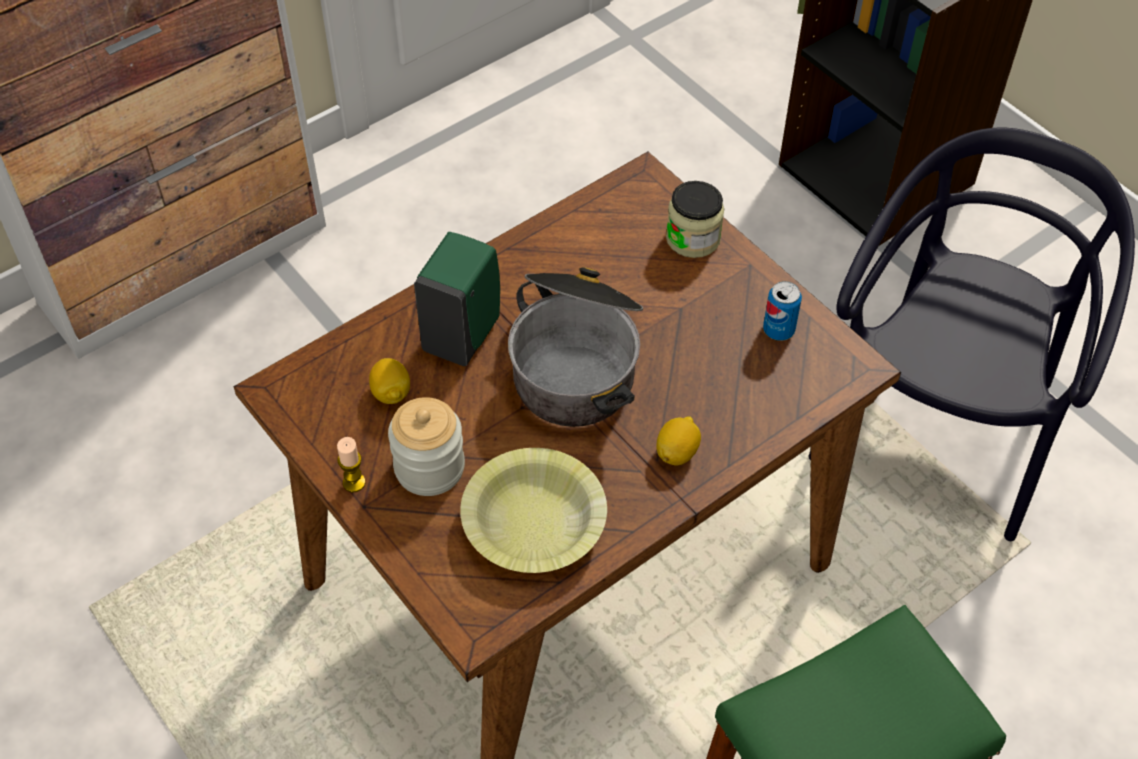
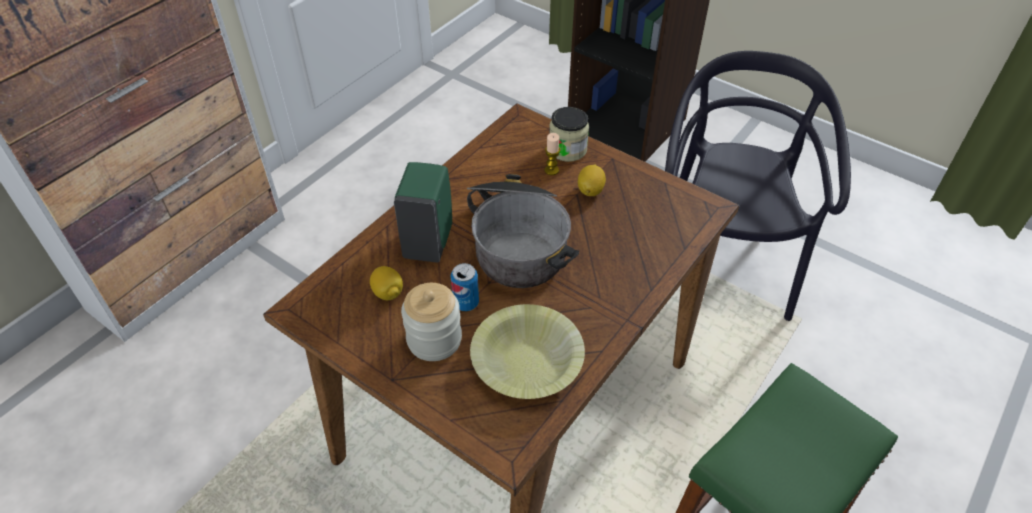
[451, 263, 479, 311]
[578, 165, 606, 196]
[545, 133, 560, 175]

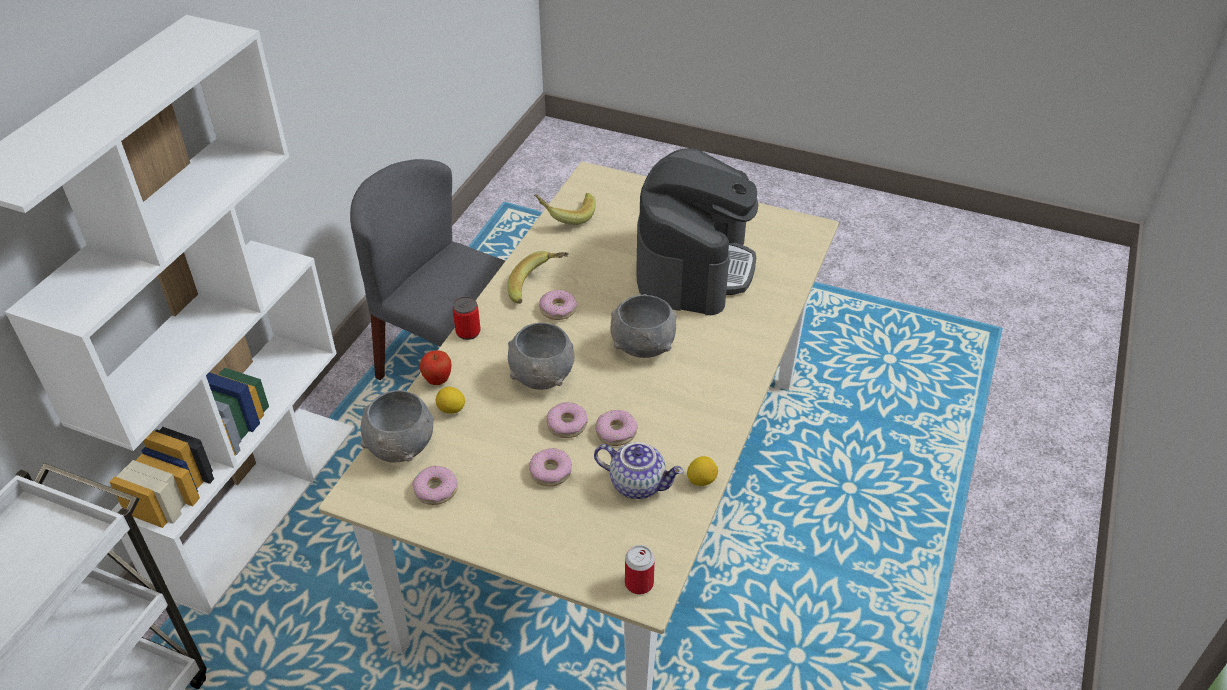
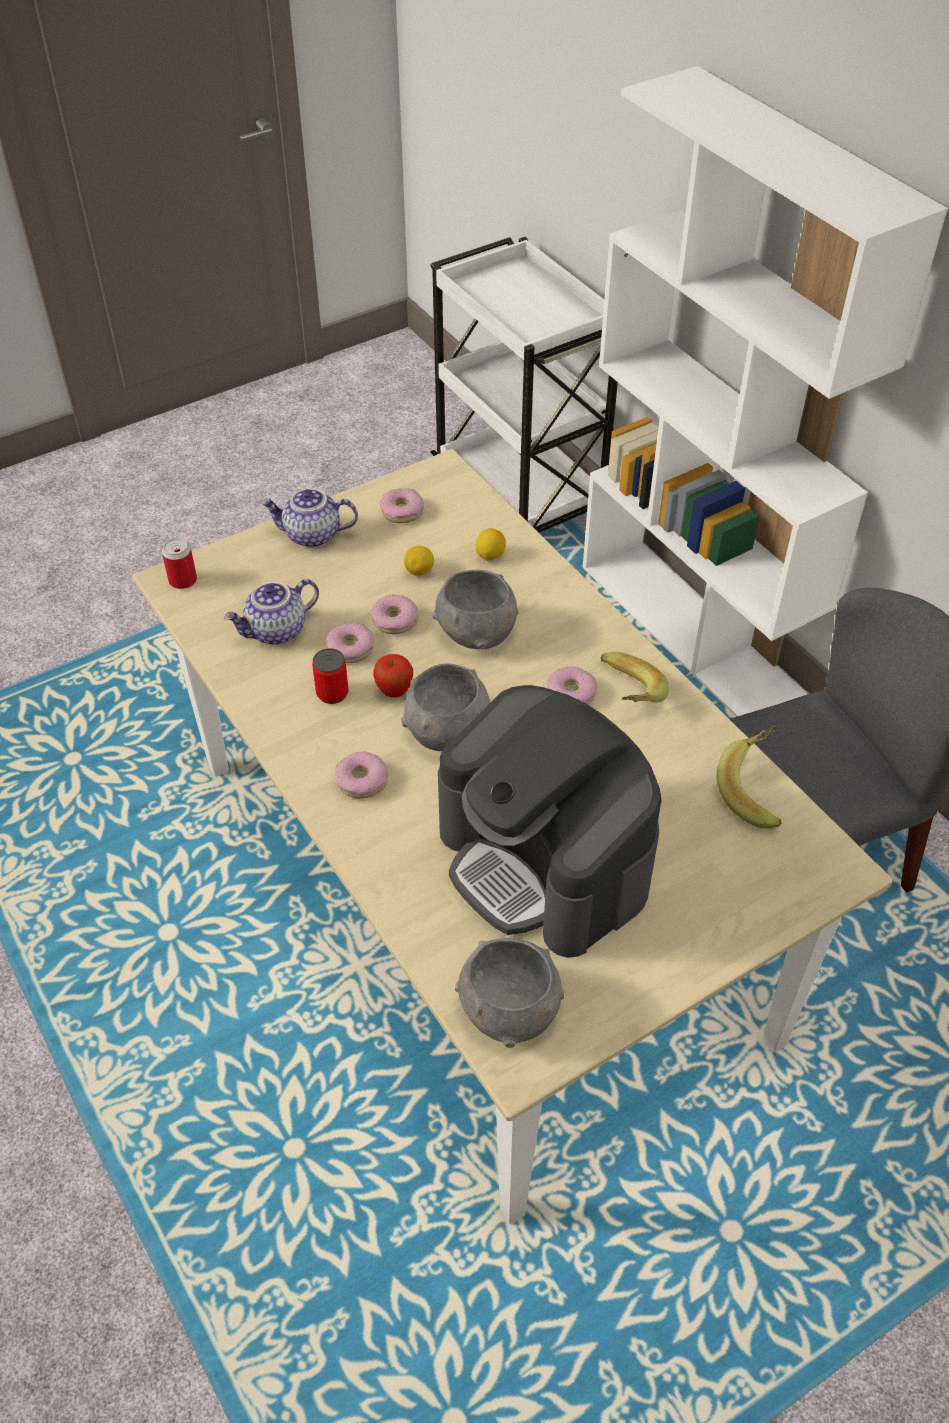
[312, 648, 349, 704]
[373, 654, 413, 697]
[455, 938, 564, 1048]
[335, 751, 388, 798]
[404, 546, 434, 576]
[261, 488, 358, 548]

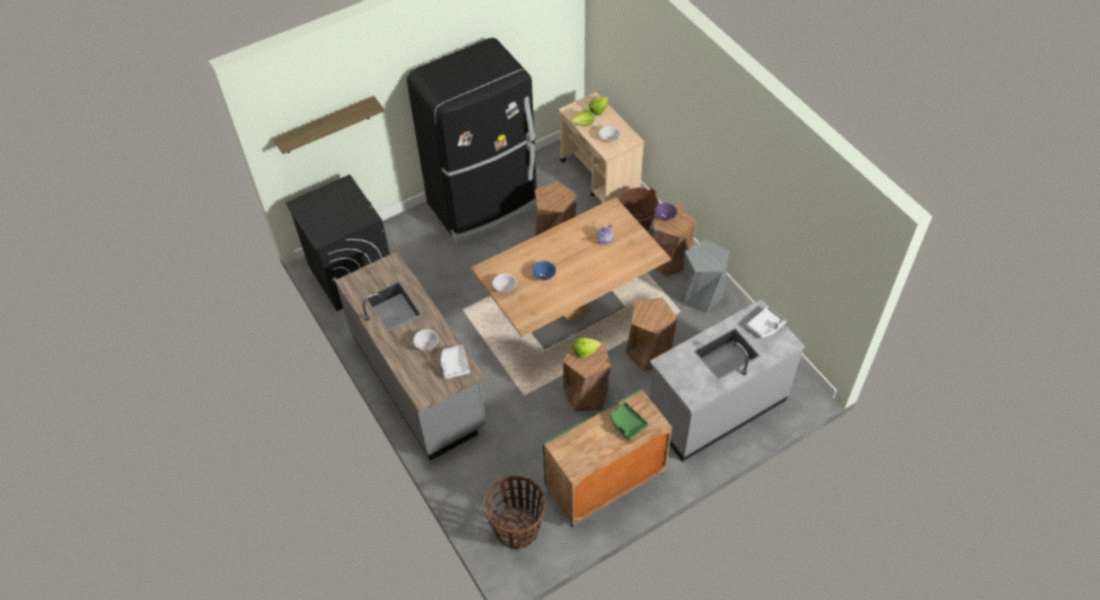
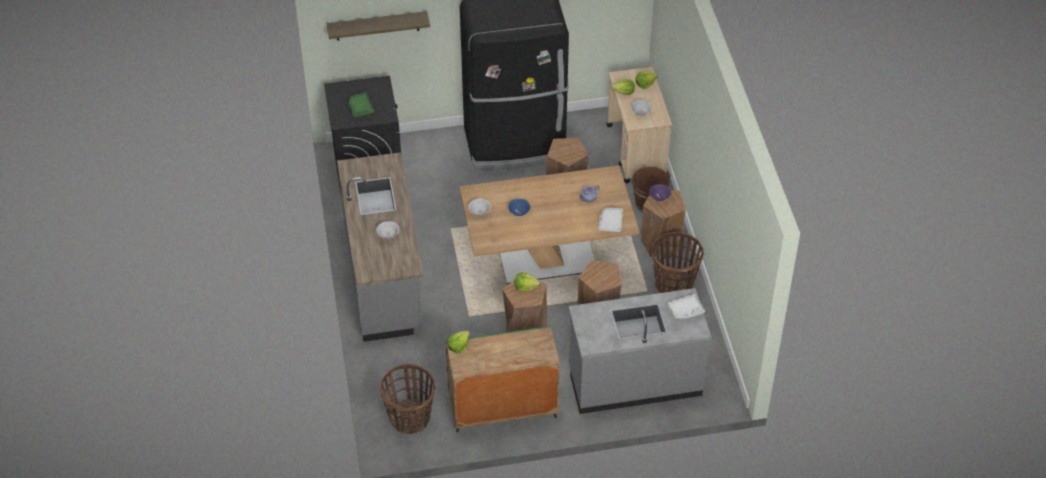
[652, 232, 704, 293]
[598, 207, 623, 232]
[349, 92, 374, 117]
[447, 331, 470, 353]

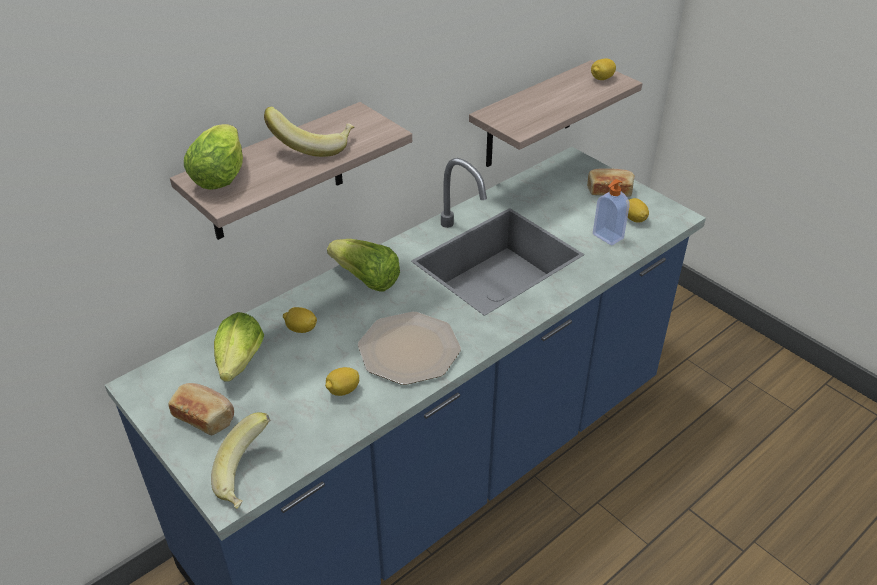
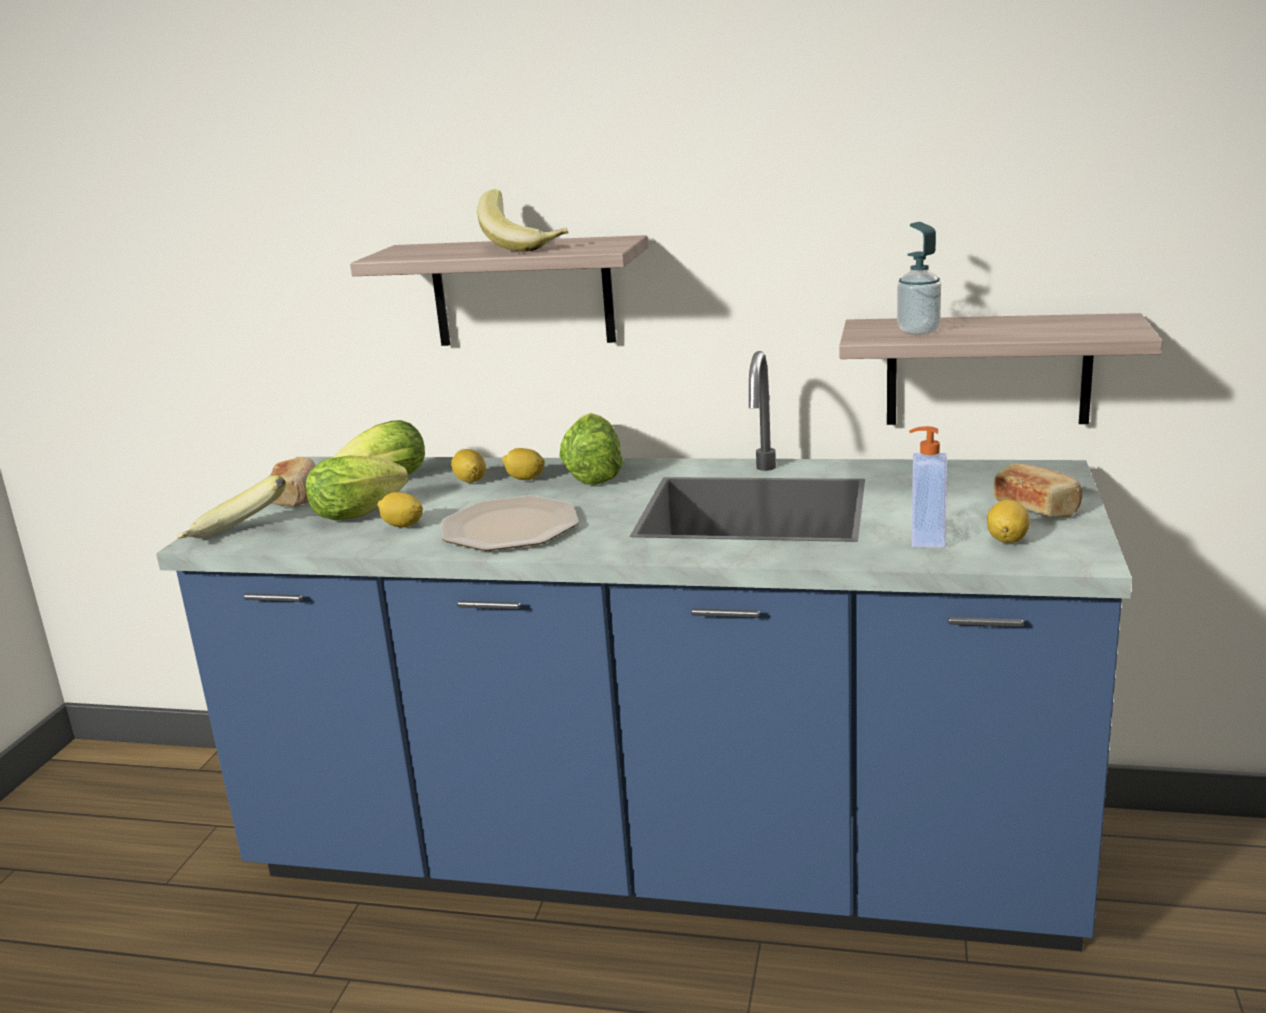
[502, 448, 545, 480]
[306, 455, 408, 520]
[897, 222, 941, 335]

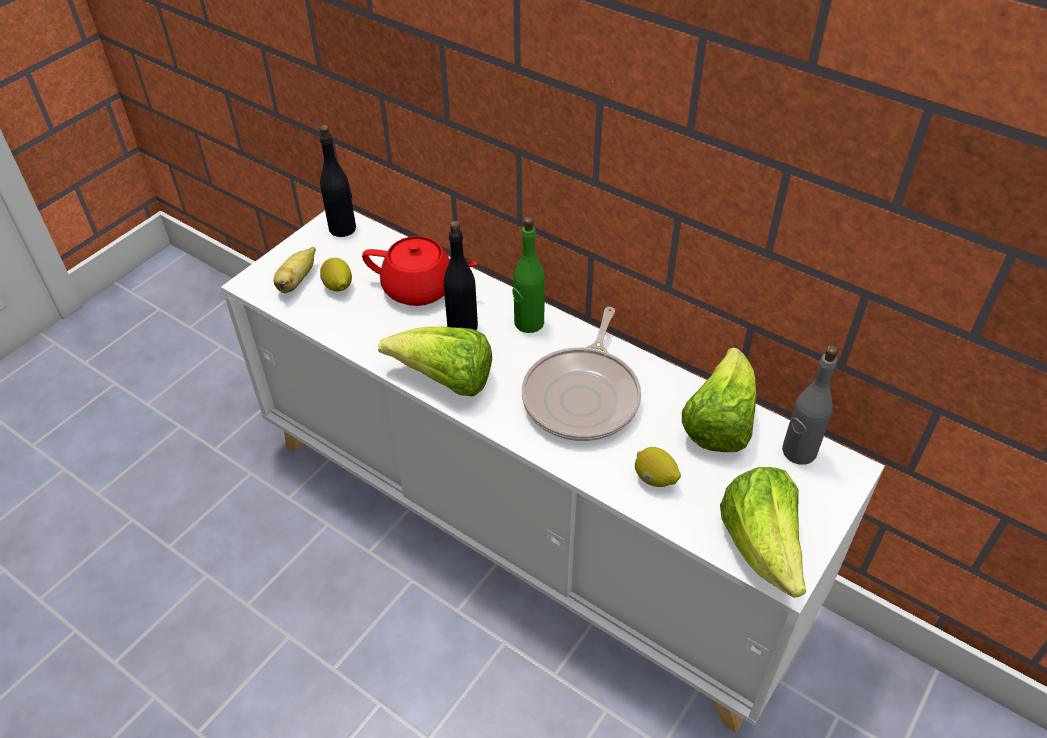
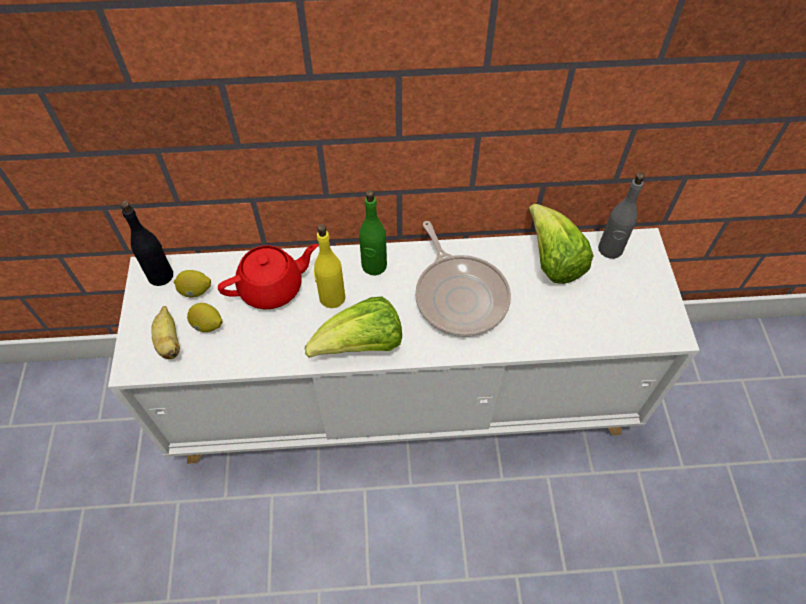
[314, 224, 345, 308]
[174, 270, 211, 297]
[720, 467, 806, 598] (first image)

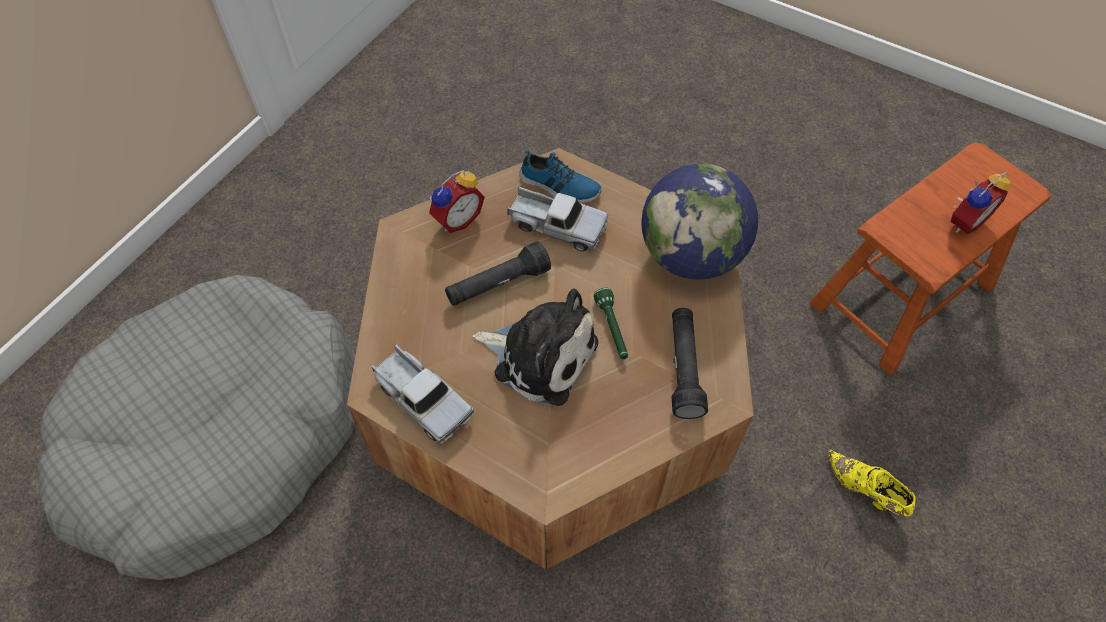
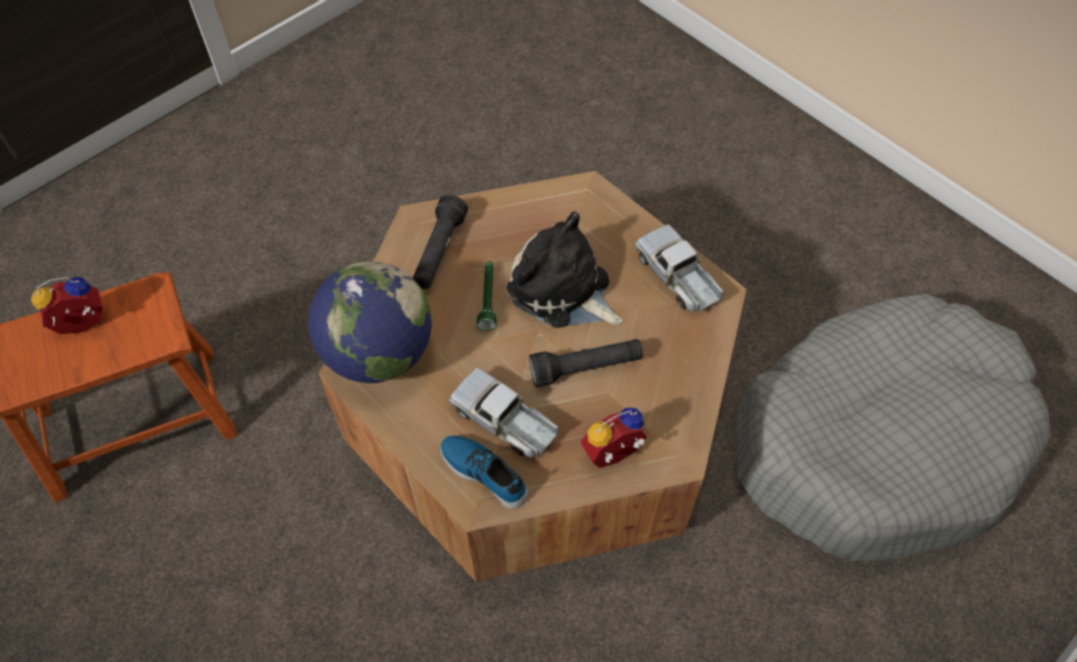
[828, 449, 916, 516] (first image)

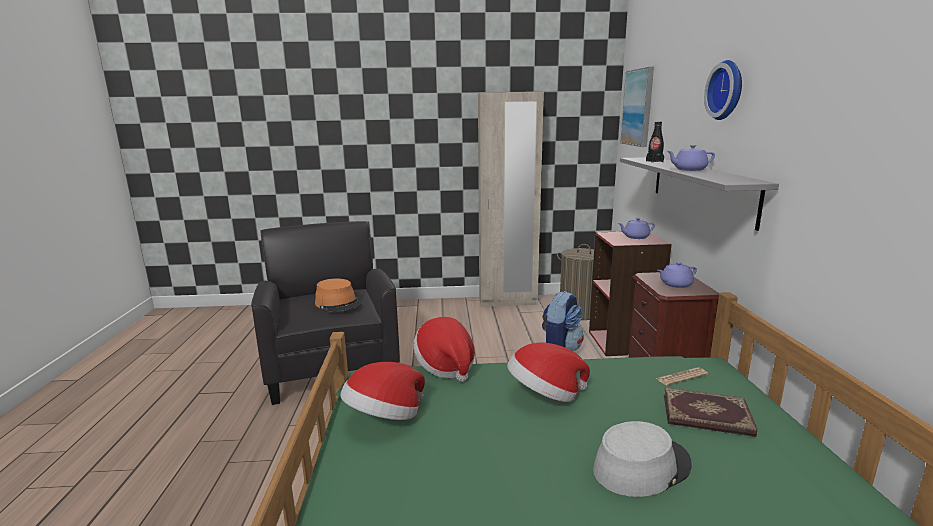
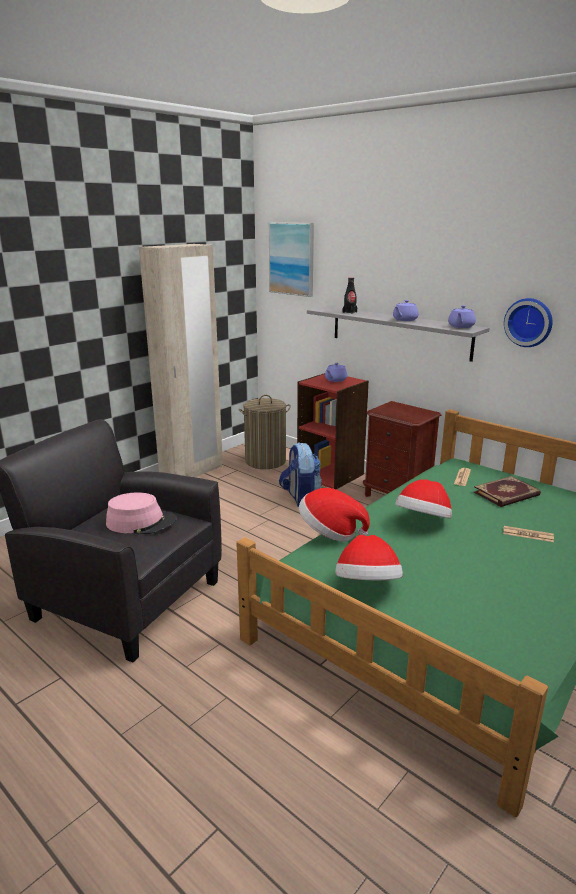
[504, 298, 553, 347]
[448, 305, 476, 328]
[106, 492, 177, 534]
[503, 526, 554, 542]

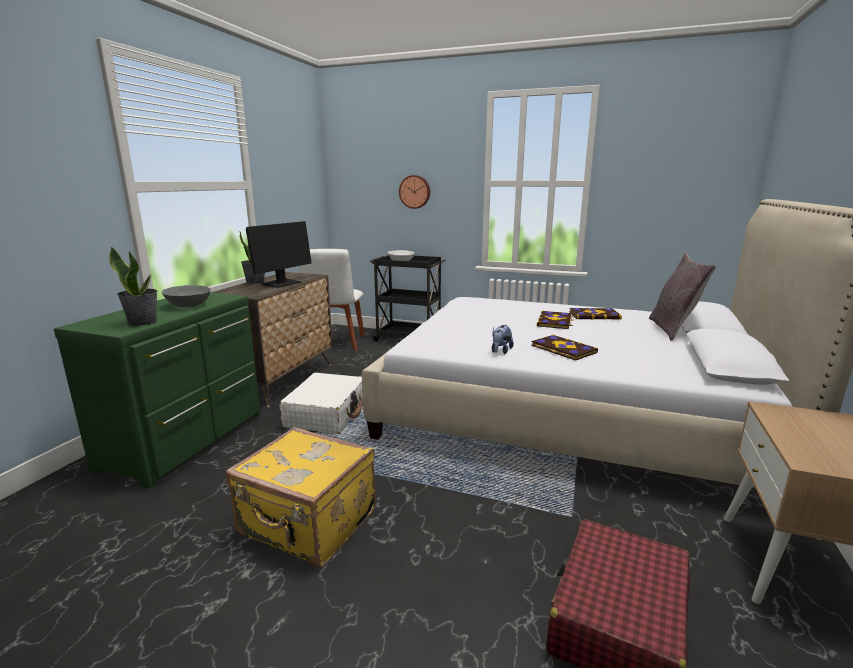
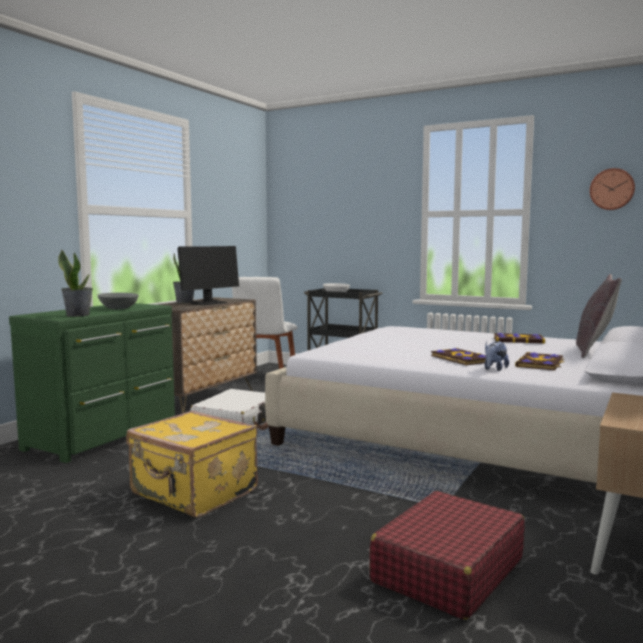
[590, 168, 635, 210]
[515, 352, 565, 370]
[484, 341, 509, 371]

